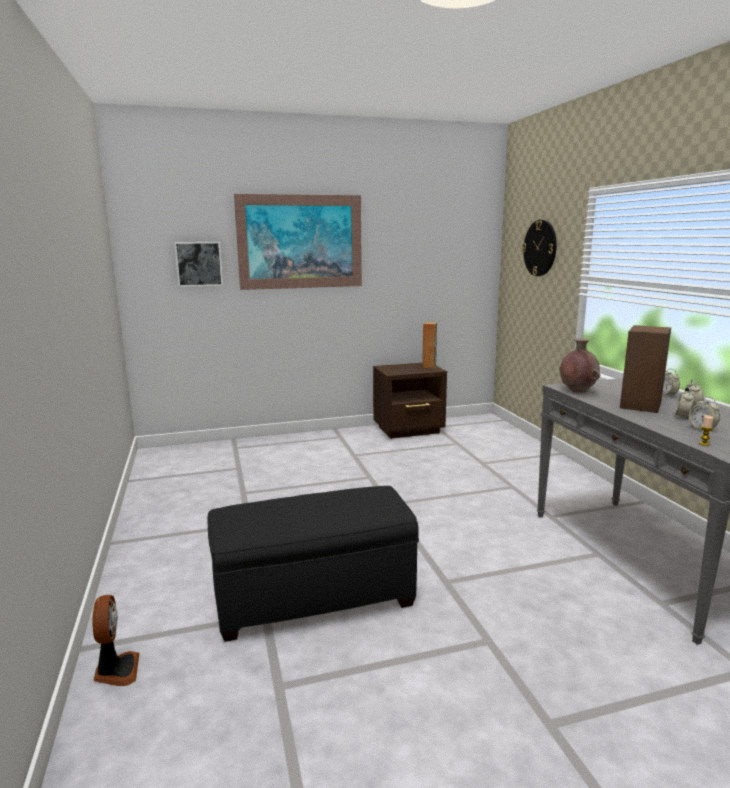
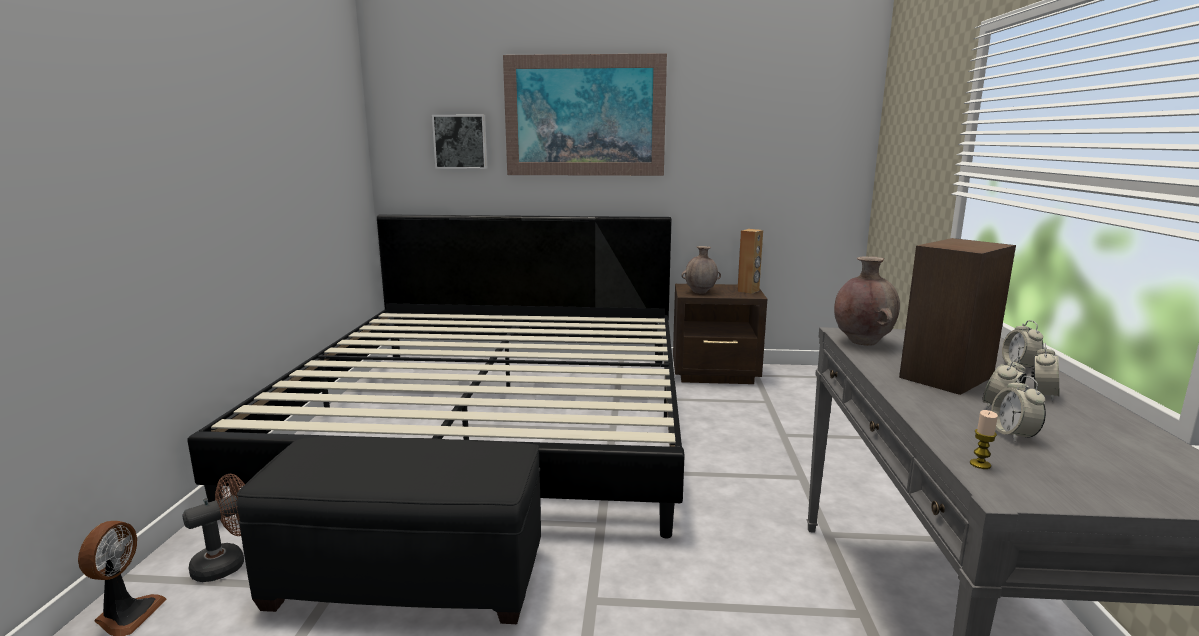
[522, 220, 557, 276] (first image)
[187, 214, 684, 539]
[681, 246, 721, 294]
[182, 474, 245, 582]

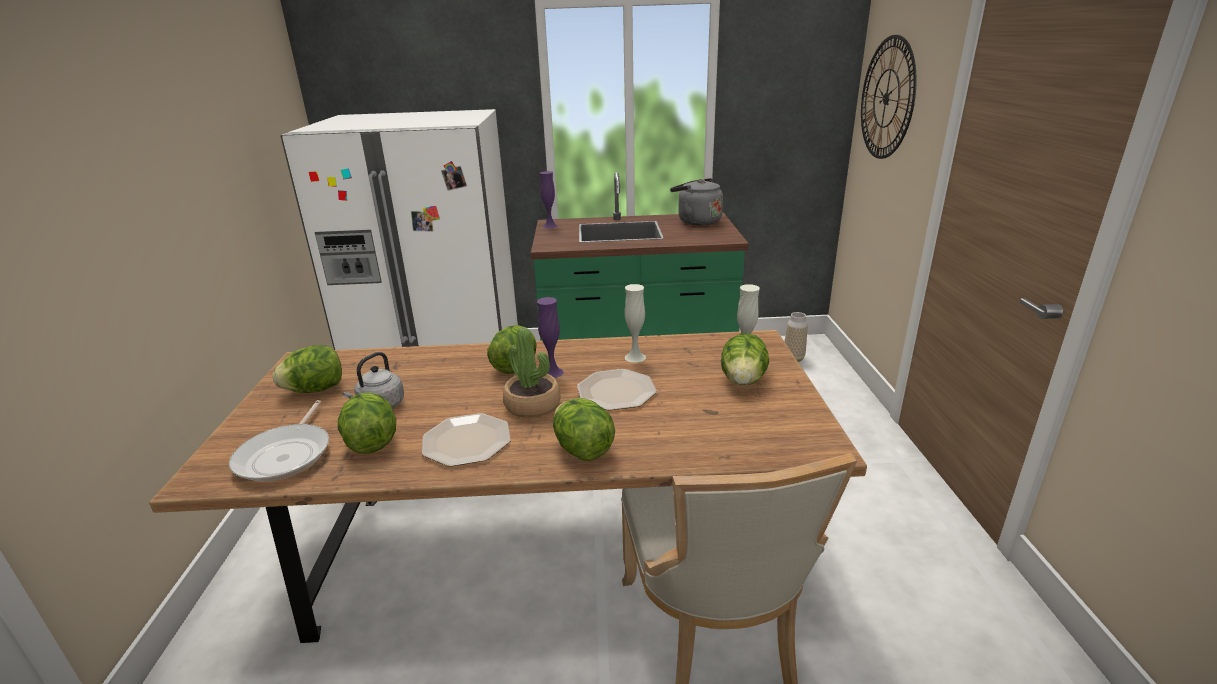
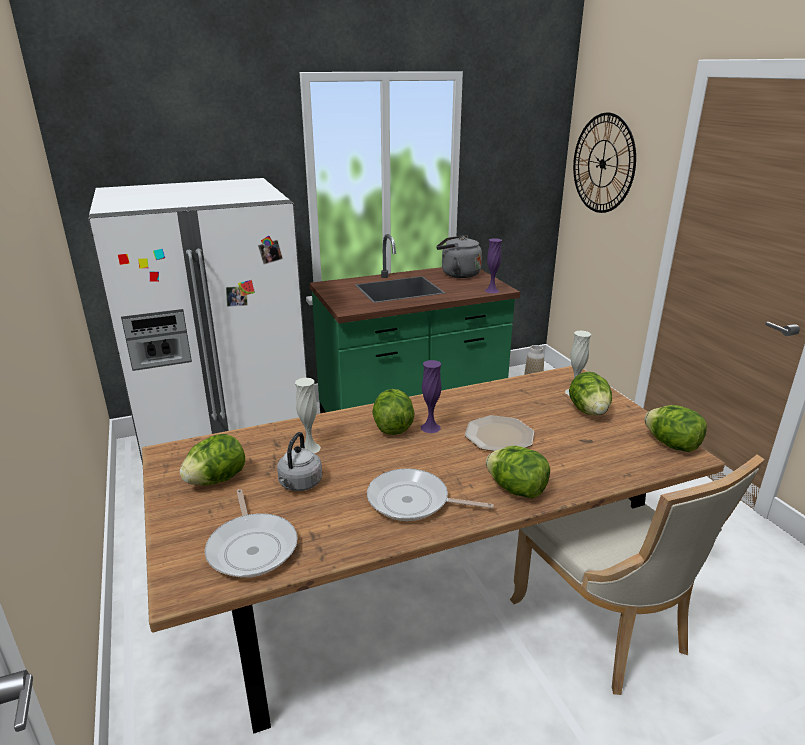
[485, 238, 502, 293]
[295, 378, 321, 454]
[503, 327, 560, 418] (first image)
[644, 405, 707, 452]
[367, 468, 494, 521]

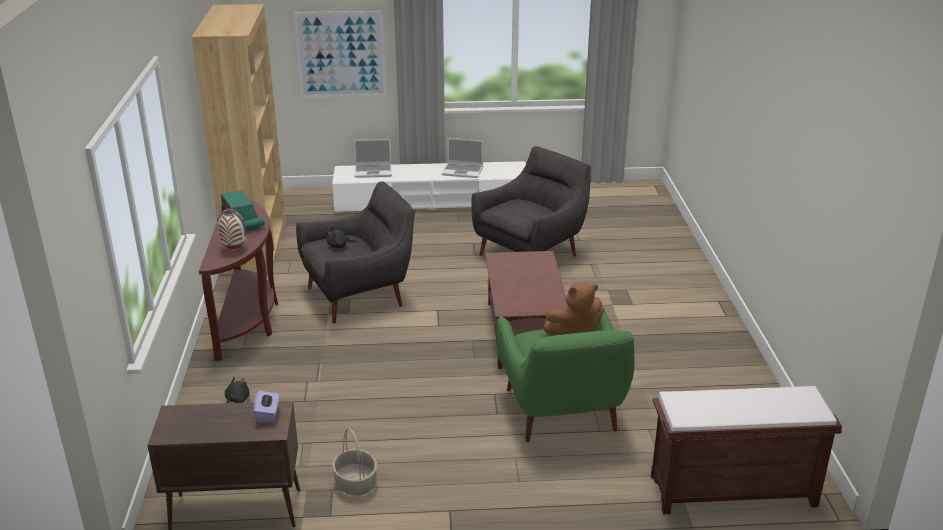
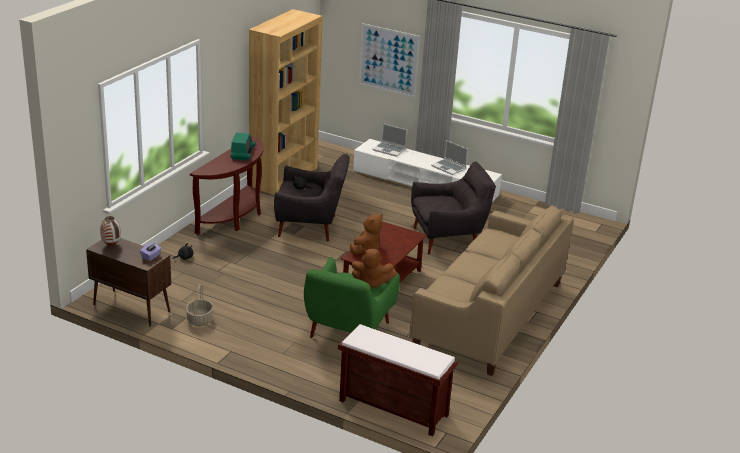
[100, 216, 121, 245]
[409, 205, 574, 376]
[350, 214, 383, 254]

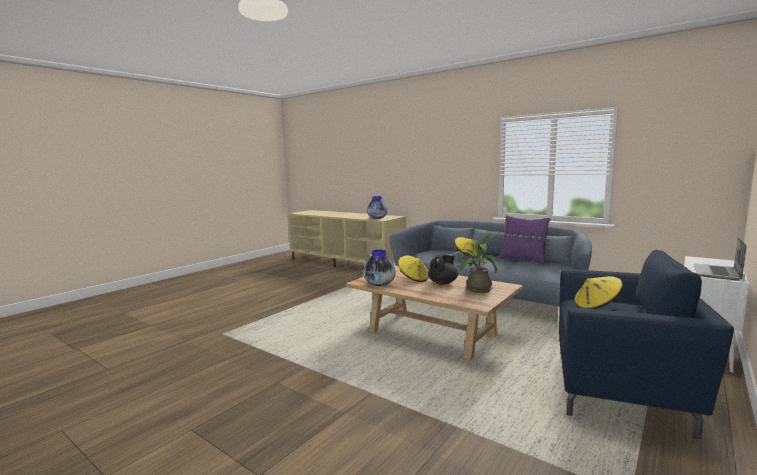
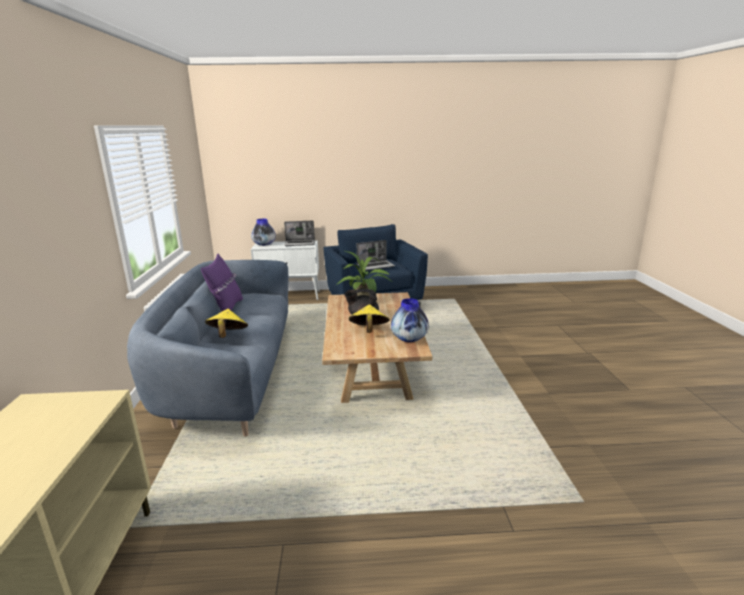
[251, 219, 276, 246]
[357, 240, 395, 270]

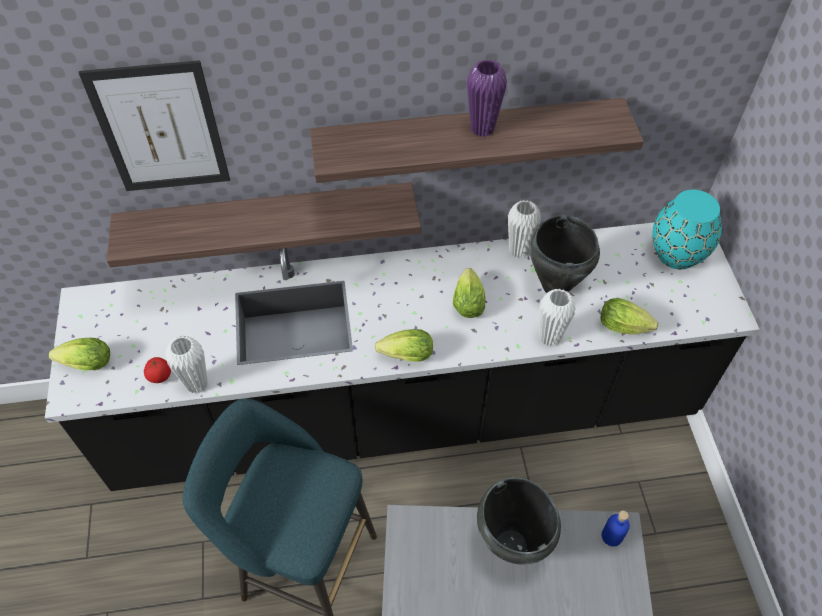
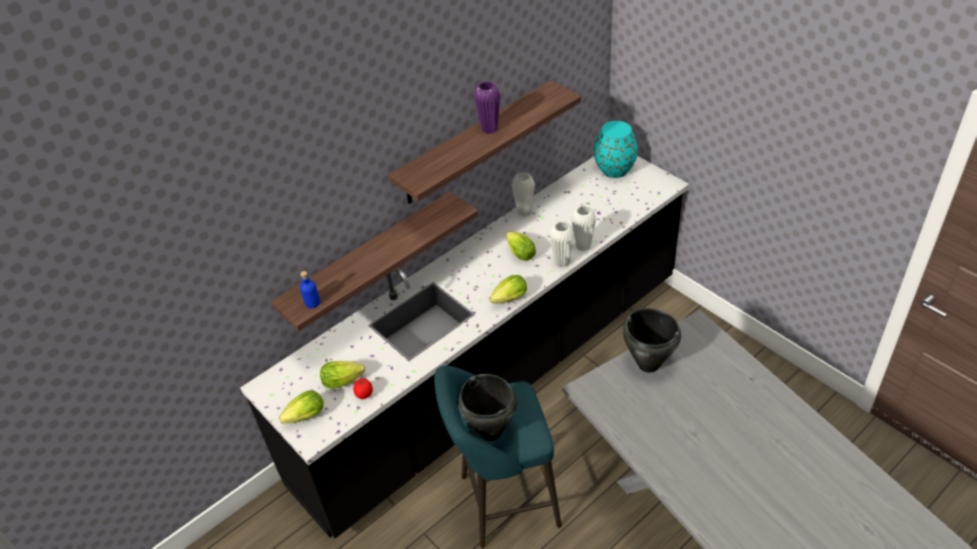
[79, 60, 230, 191] (first image)
[458, 374, 517, 441]
[320, 361, 365, 389]
[549, 221, 574, 268]
[300, 271, 320, 308]

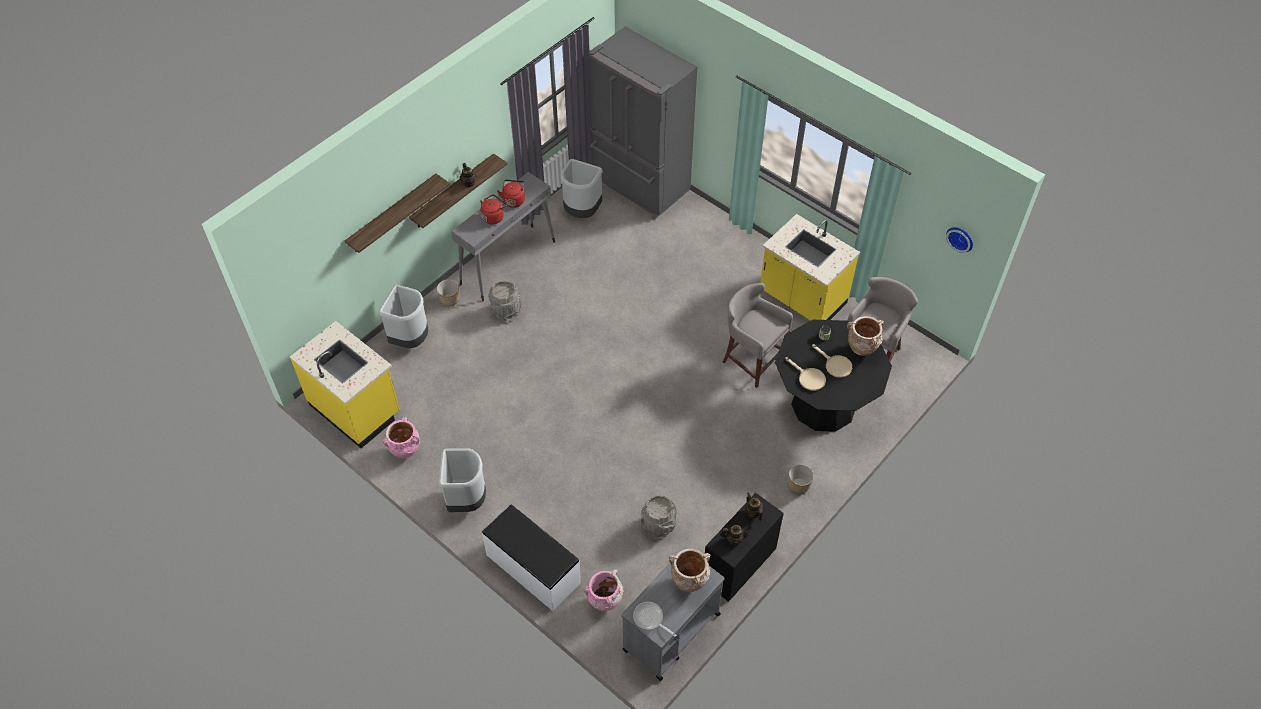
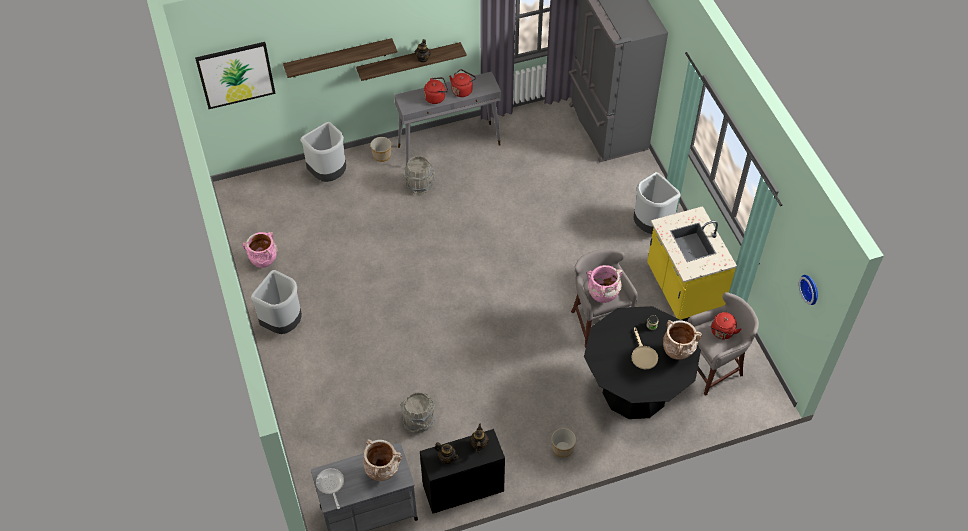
[633, 172, 681, 234]
[290, 321, 400, 448] (first image)
[786, 357, 826, 391] (first image)
[482, 505, 581, 611] (first image)
[587, 265, 622, 303]
[195, 42, 276, 109]
[710, 312, 741, 339]

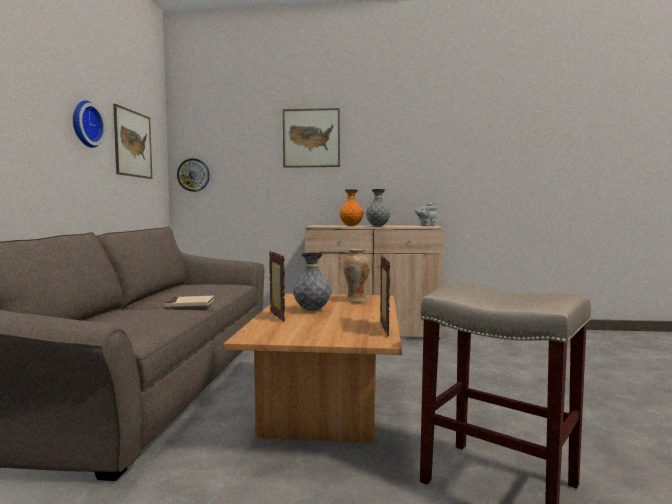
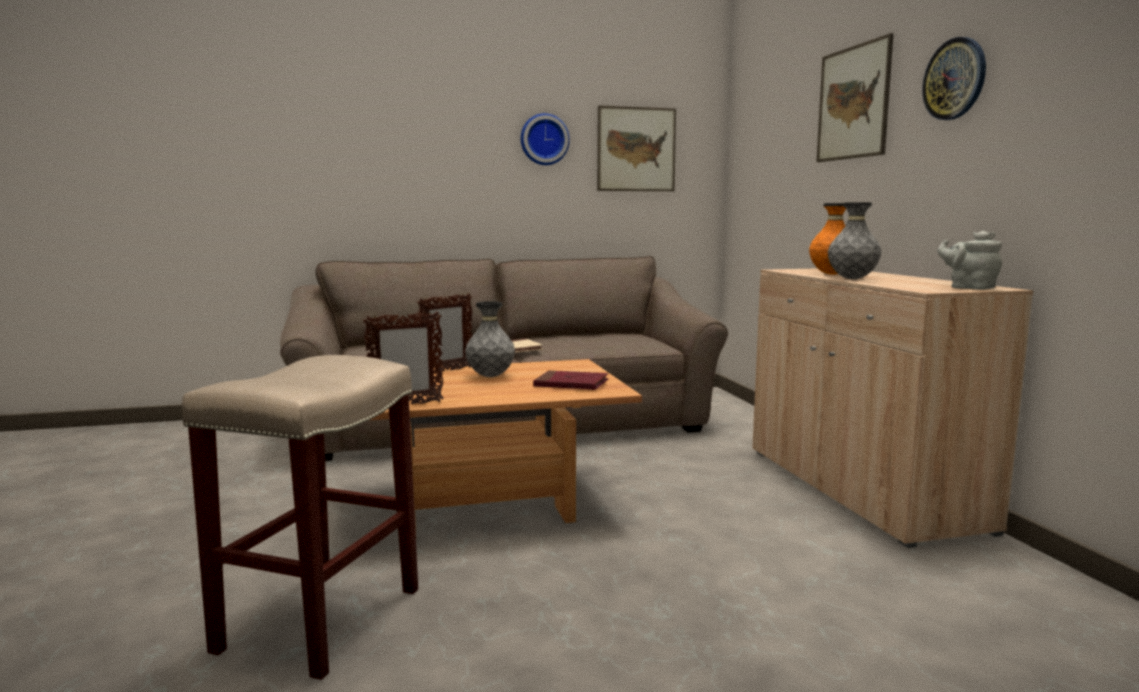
[922, 37, 986, 120]
[533, 370, 608, 390]

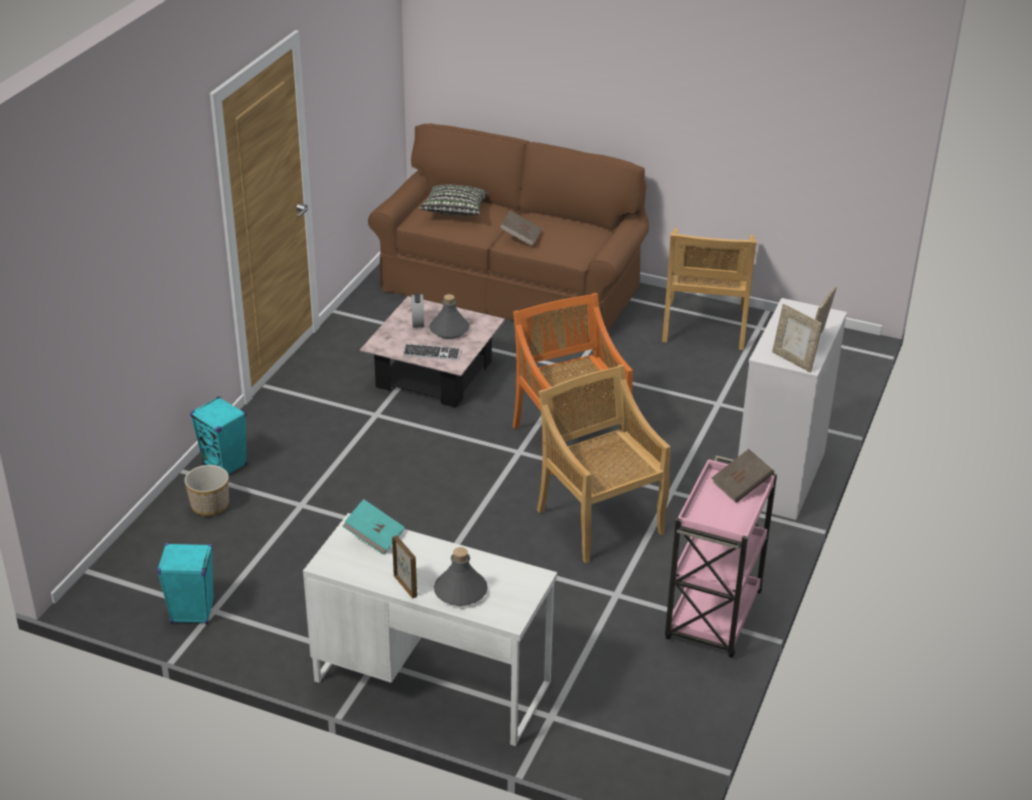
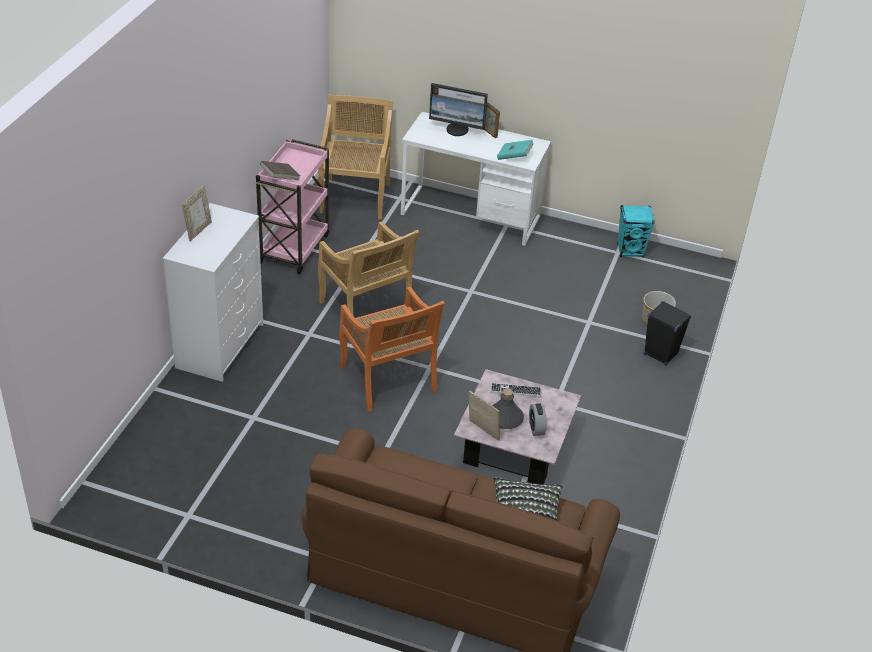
[500, 211, 542, 246] (first image)
[318, 94, 393, 219]
[468, 390, 500, 441]
[644, 301, 691, 366]
[429, 83, 488, 136]

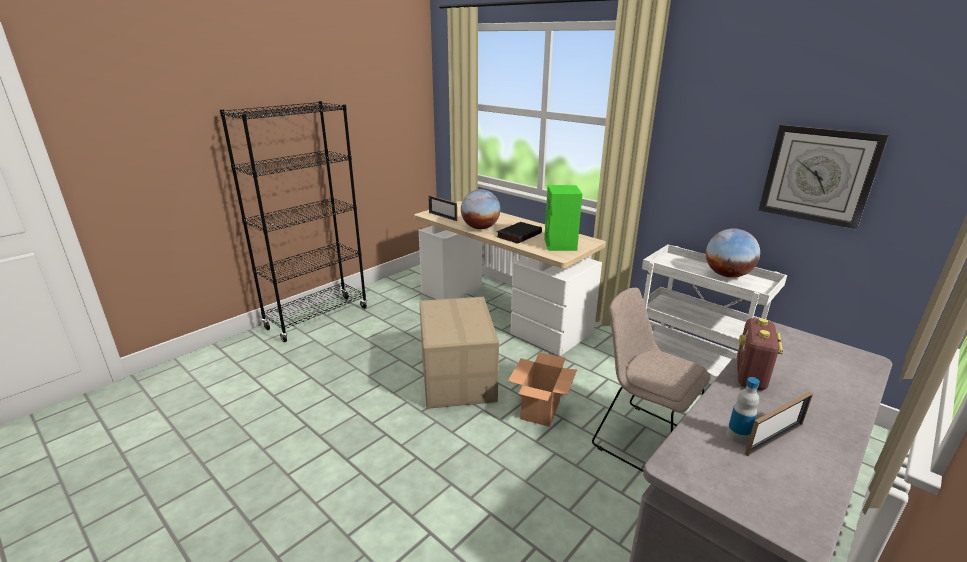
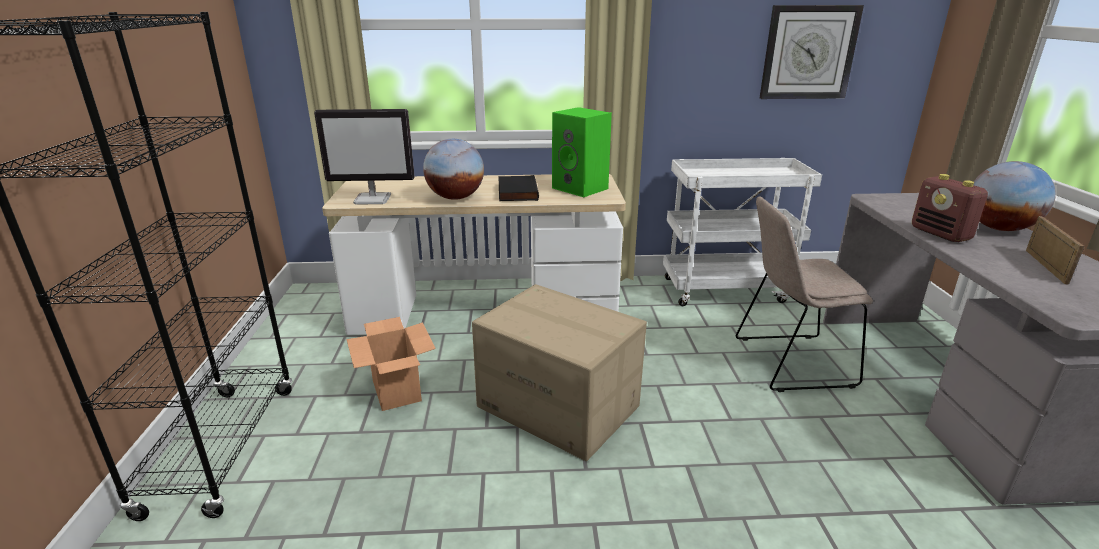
[314, 109, 415, 205]
[974, 161, 1056, 231]
[346, 317, 436, 411]
[727, 377, 760, 444] (first image)

